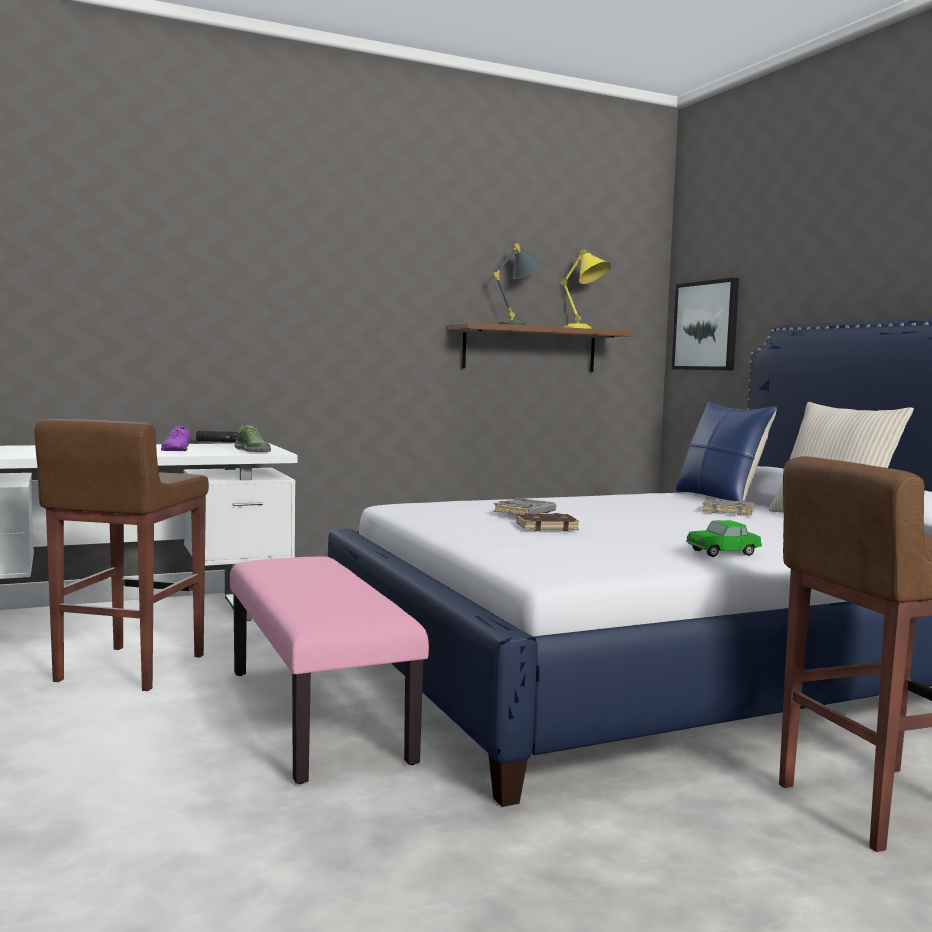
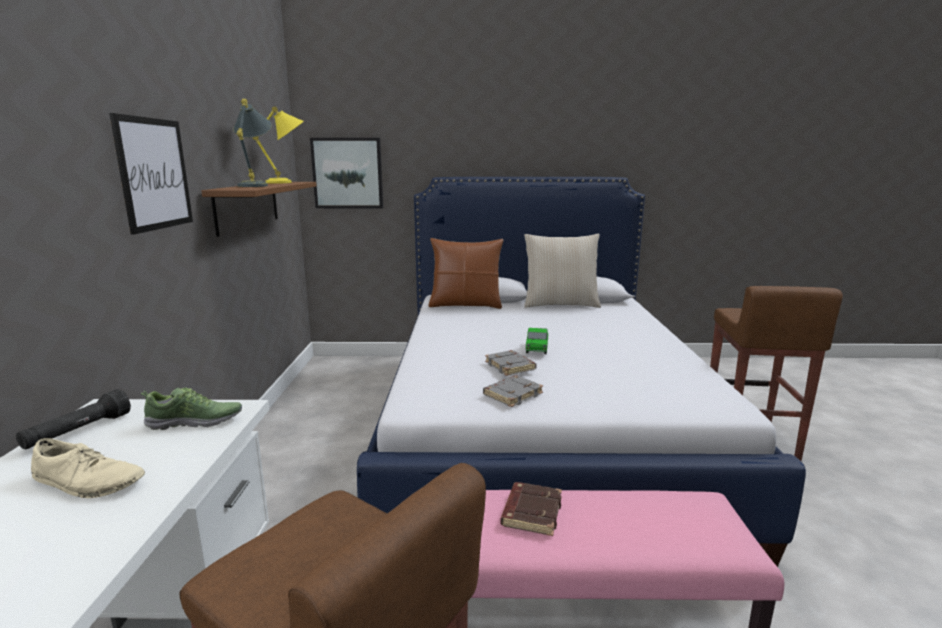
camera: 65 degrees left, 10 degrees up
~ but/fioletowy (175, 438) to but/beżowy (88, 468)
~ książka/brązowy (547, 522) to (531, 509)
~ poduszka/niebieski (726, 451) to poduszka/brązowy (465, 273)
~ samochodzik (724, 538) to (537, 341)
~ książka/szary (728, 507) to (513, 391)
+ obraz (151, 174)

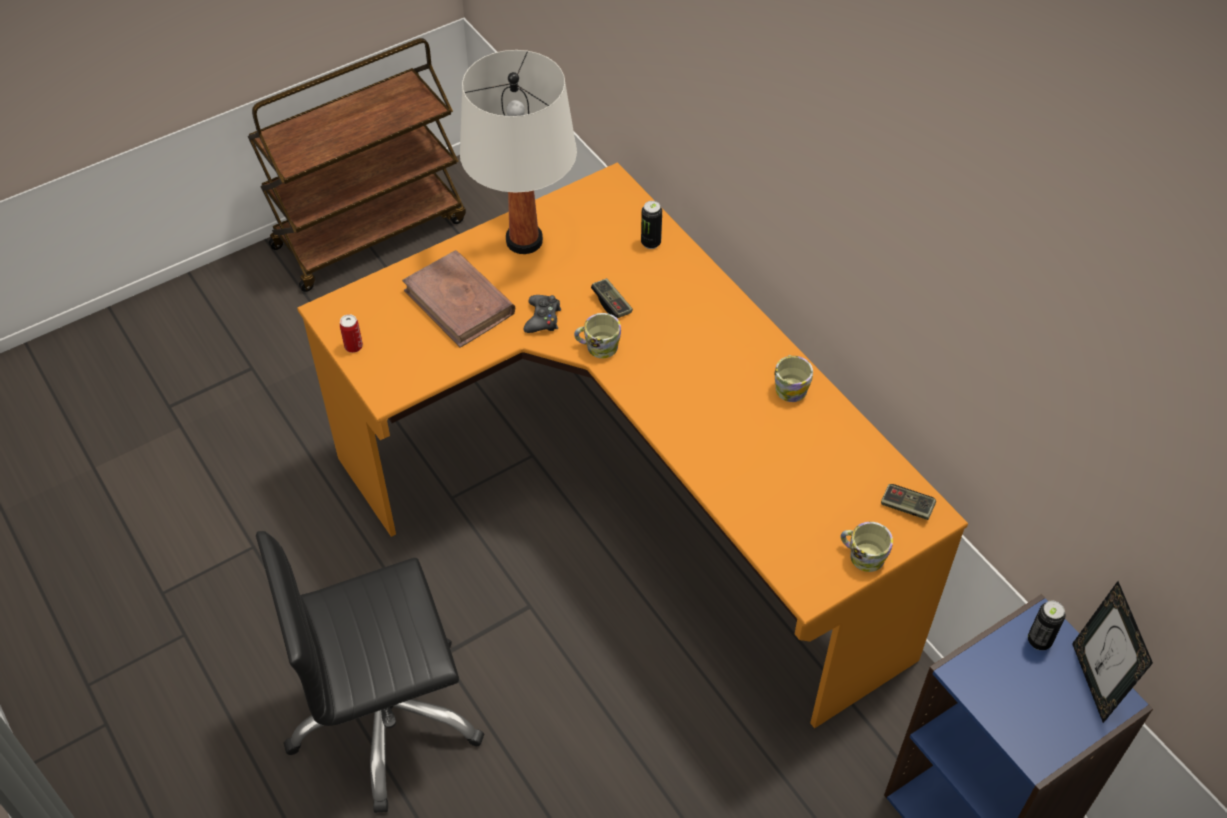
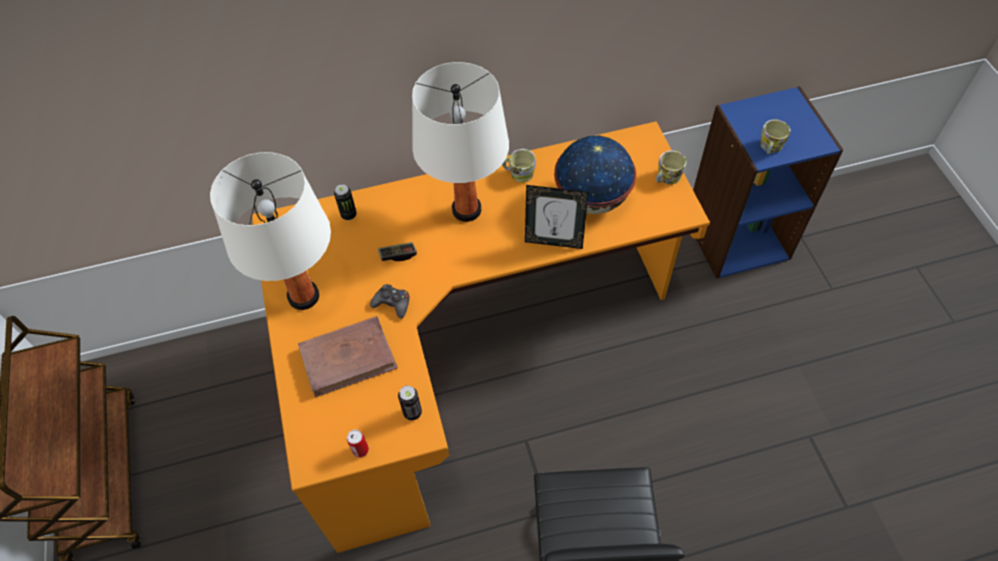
camera: 70 degrees left, 5 degrees up
~ kubek (597, 335) to (775, 136)
- pad do gier (908, 502)
~ puszka (1047, 625) to (410, 403)
~ ramka na zdjęcie (1112, 652) to (557, 217)
+ lampa stołowa/biały (460, 142)
+ globus (595, 174)

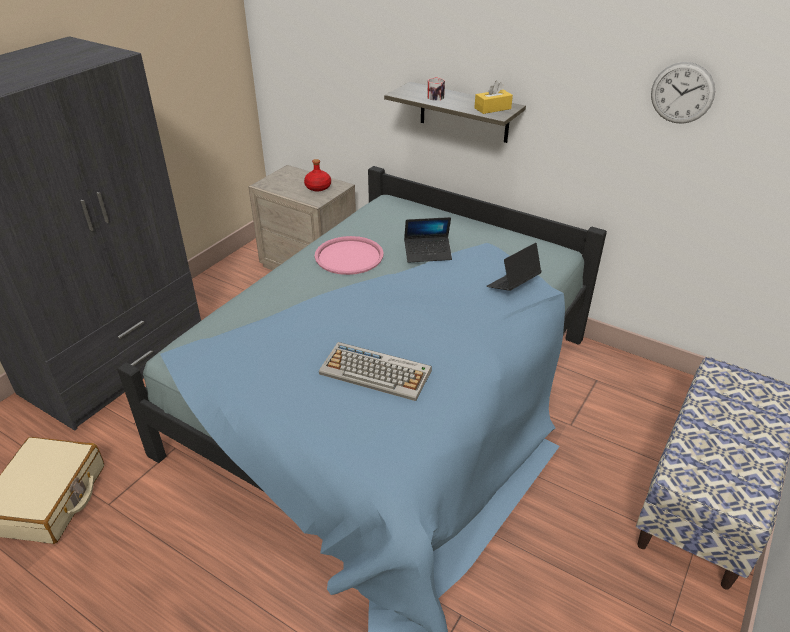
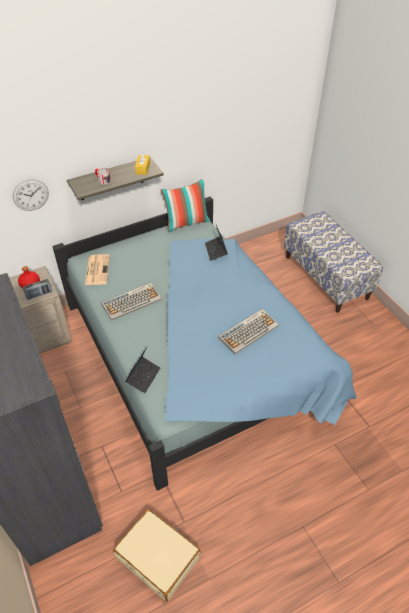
camera: 60 degrees left, 10 degrees up
~ taca/różowy (349, 255) to klawiatura (131, 302)
~ laptop (428, 240) to (142, 370)
~ zegar ścienny (683, 93) to (30, 195)
+ radio (37, 289)
+ gazeta (97, 269)
+ poduszka (185, 205)

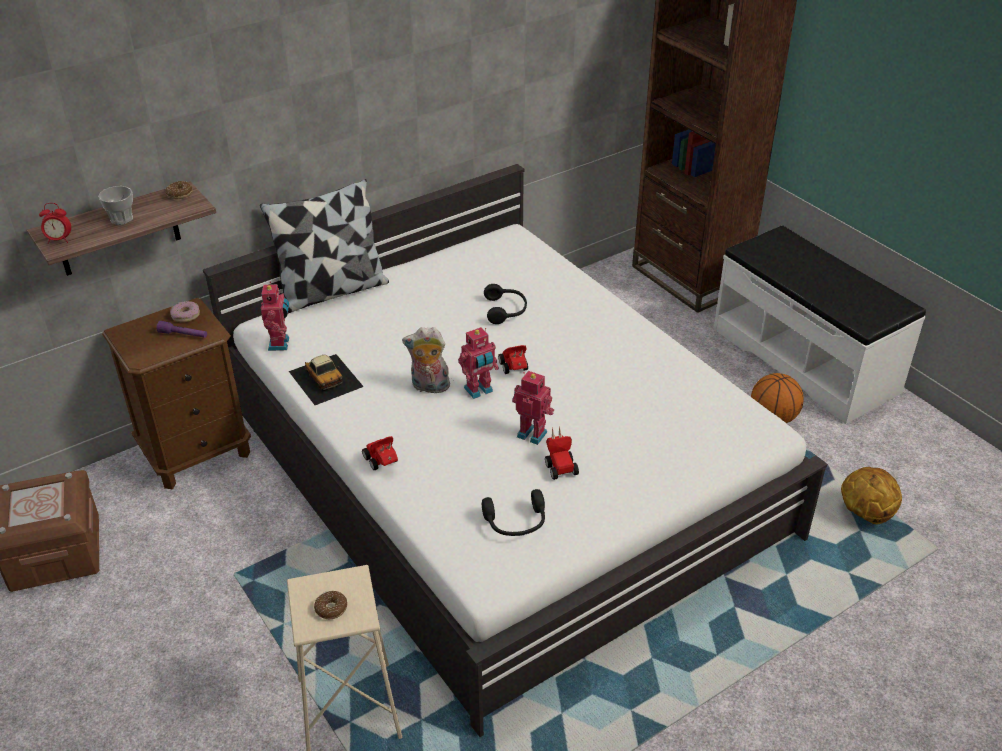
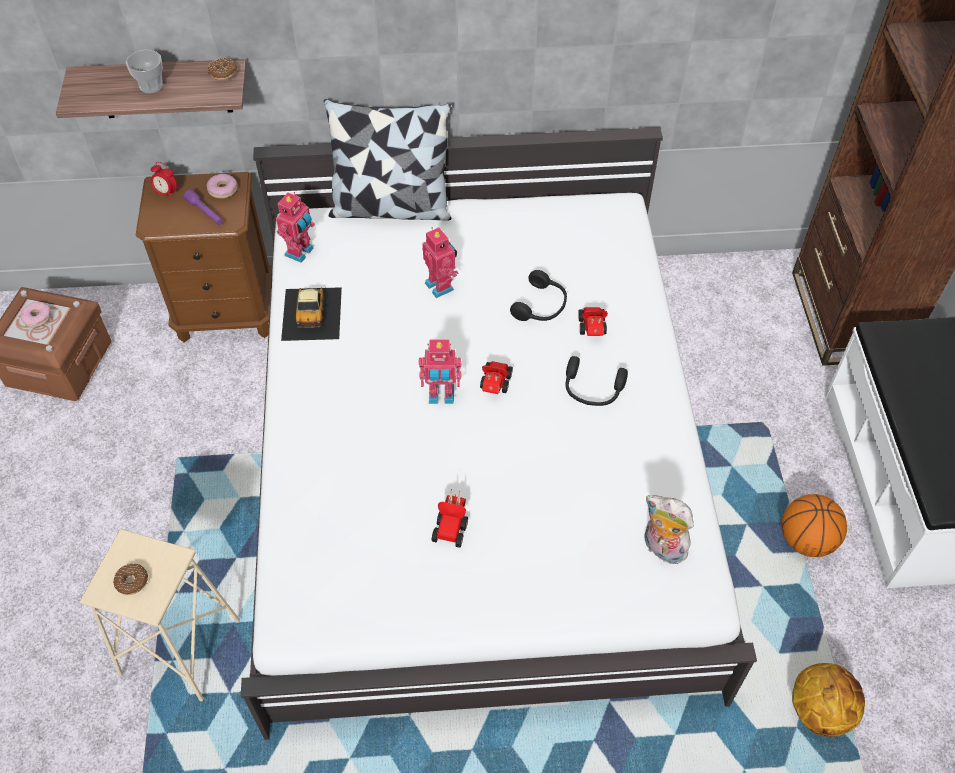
camera: 30 degrees right, 15 degrees up
~ budzik (55, 223) to (164, 181)
~ samochodzik (380, 453) to (593, 321)
~ pluszak (426, 360) to (669, 529)
~ słuchawki/czarny (513, 512) to (596, 381)
~ robot zabawkowy (533, 408) to (440, 262)
+ donut (35, 315)

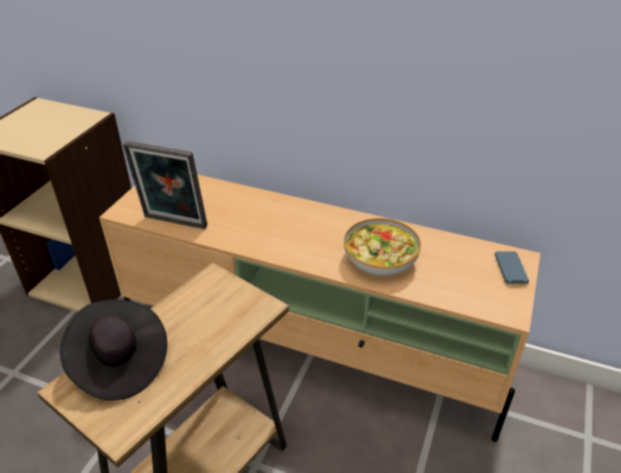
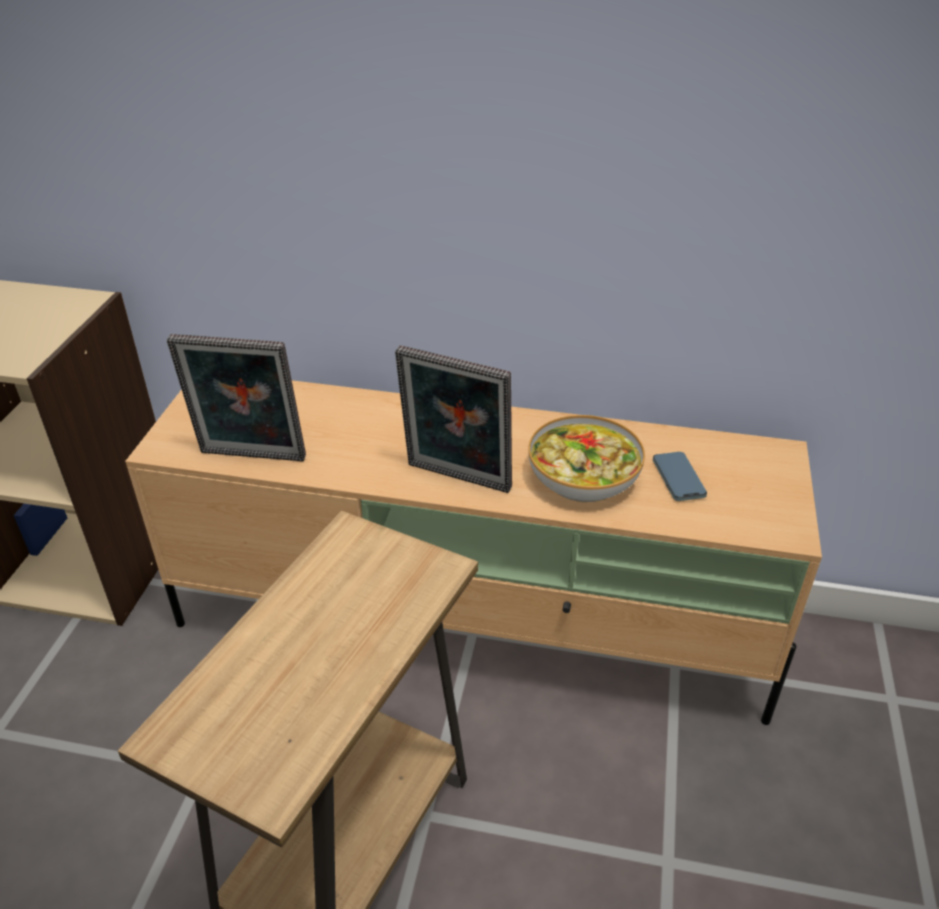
camera: 10 degrees left, 0 degrees up
- kapelusz/czarny (113, 350)
~ telefon (512, 267) to (680, 476)
+ ramka na zdjęcie (453, 419)

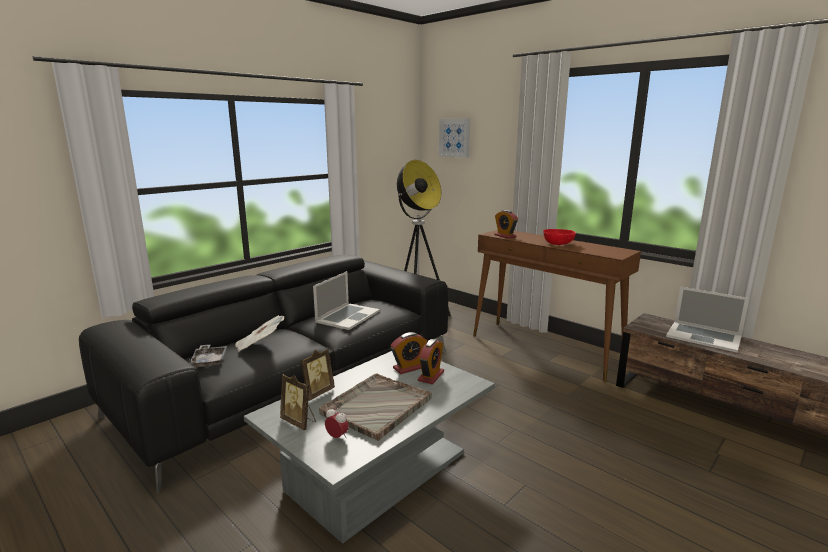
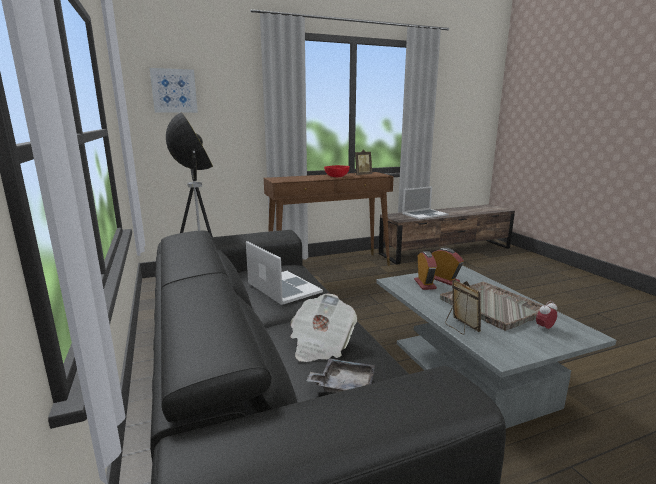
camera: 65 degrees left, 0 degrees up
~ ramka na zdjęcie (298, 402) to (363, 162)
- budzik (506, 224)

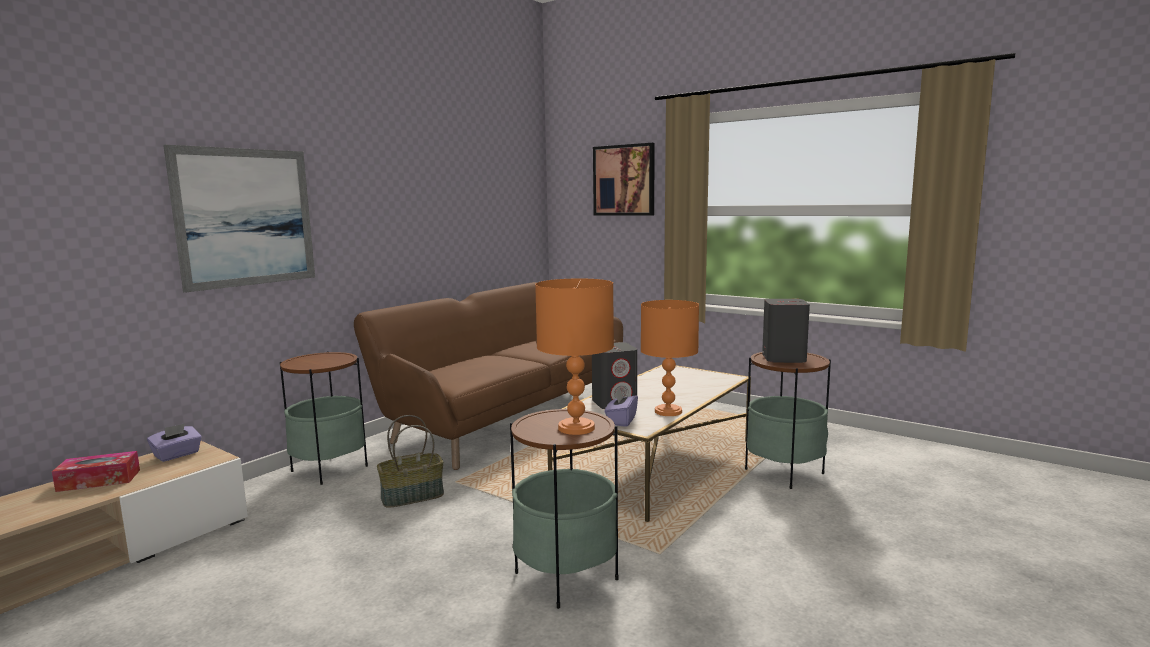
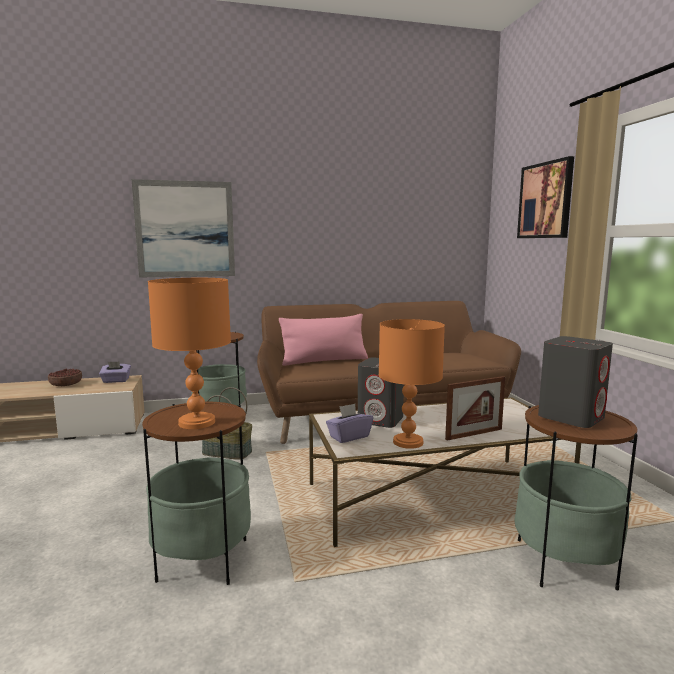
camera: 40 degrees right, 0 degrees up
~ pudełko chusteczek (96, 471) to miska (65, 377)
+ poduszka/różowy (323, 340)
+ ramka na zdjęcie (475, 408)

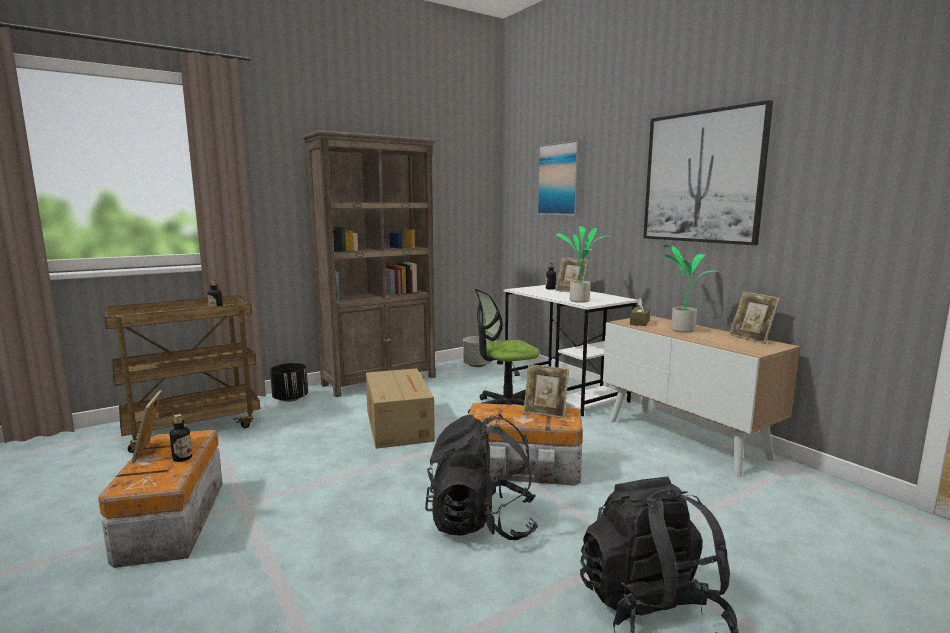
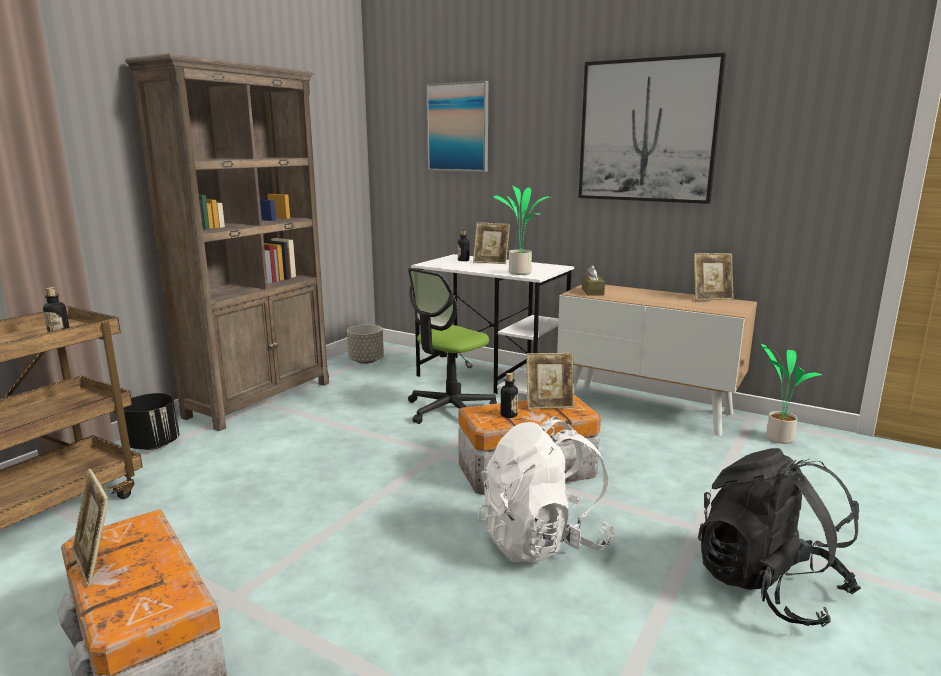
camera: 25 degrees left, 5 degrees up
~ butelka (181, 438) to (509, 395)
- karton (400, 408)
~ plecak/czarny (481, 477) to plecak/biały (546, 489)
~ roślina doniczkowa (691, 289) to (791, 394)
~ ramka na zdjęcie (754, 317) = (714, 277) 45 degrees counterclockwise

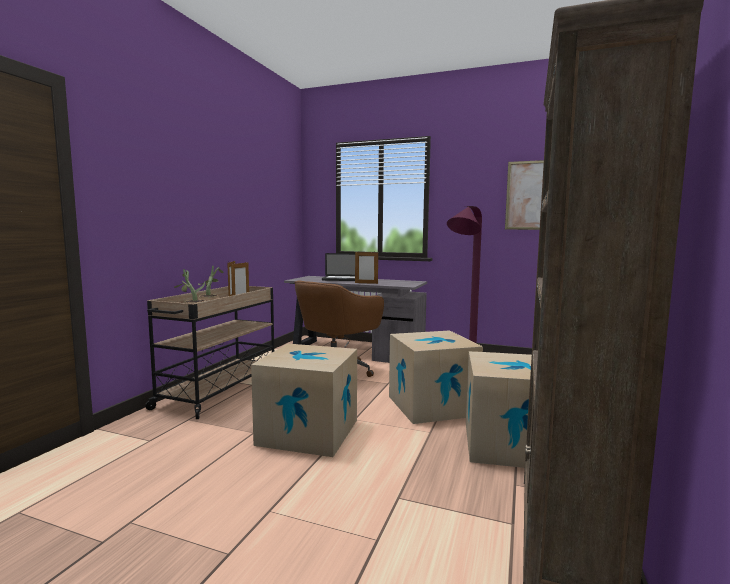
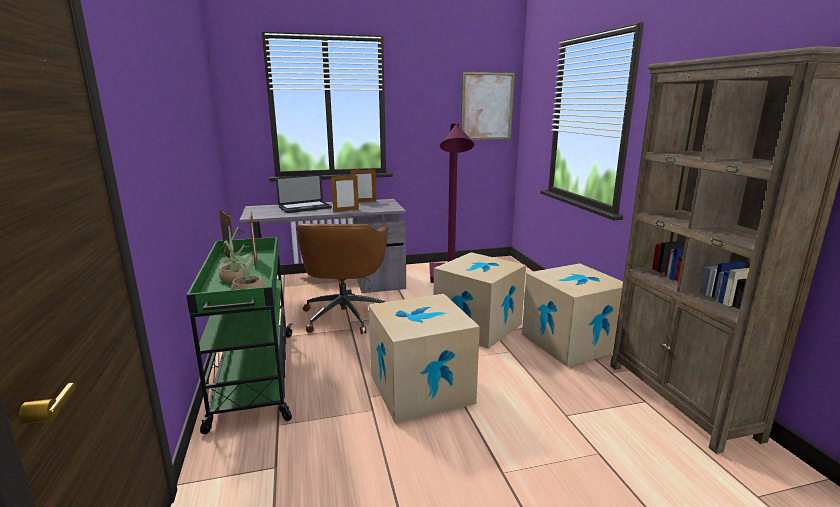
camera: 35 degrees left, 10 degrees up
~ wózek/beżowy (209, 352) to wózek/zielony (239, 335)
+ ramka na zdjęcie (363, 185)

